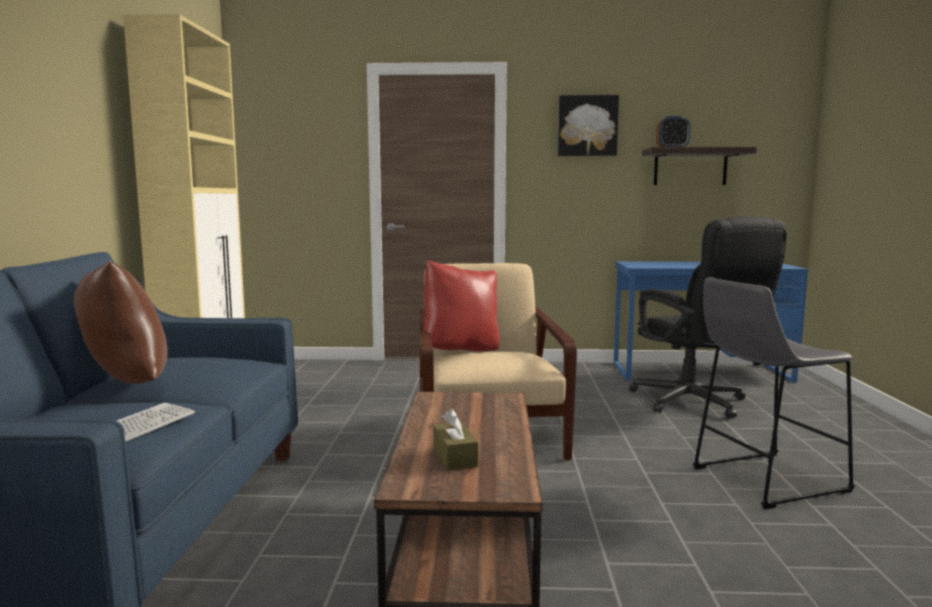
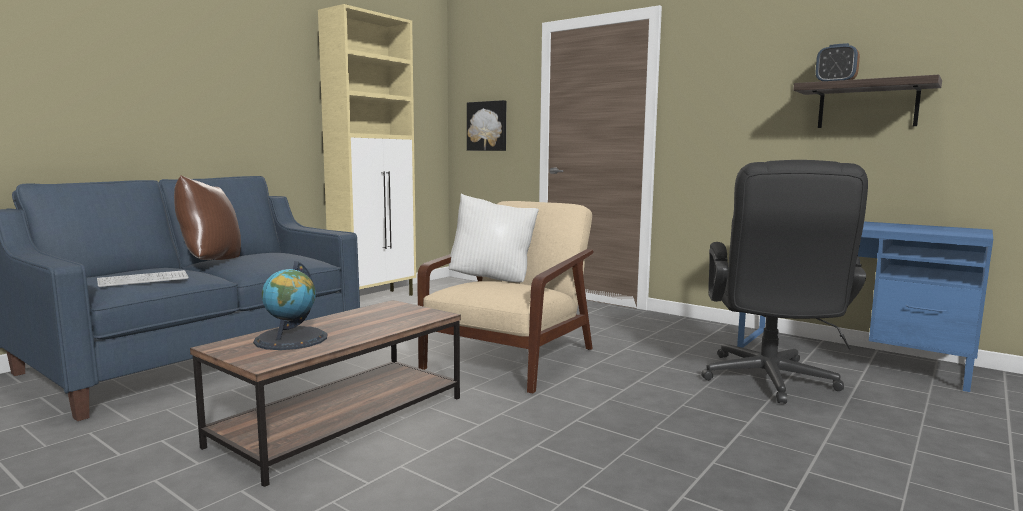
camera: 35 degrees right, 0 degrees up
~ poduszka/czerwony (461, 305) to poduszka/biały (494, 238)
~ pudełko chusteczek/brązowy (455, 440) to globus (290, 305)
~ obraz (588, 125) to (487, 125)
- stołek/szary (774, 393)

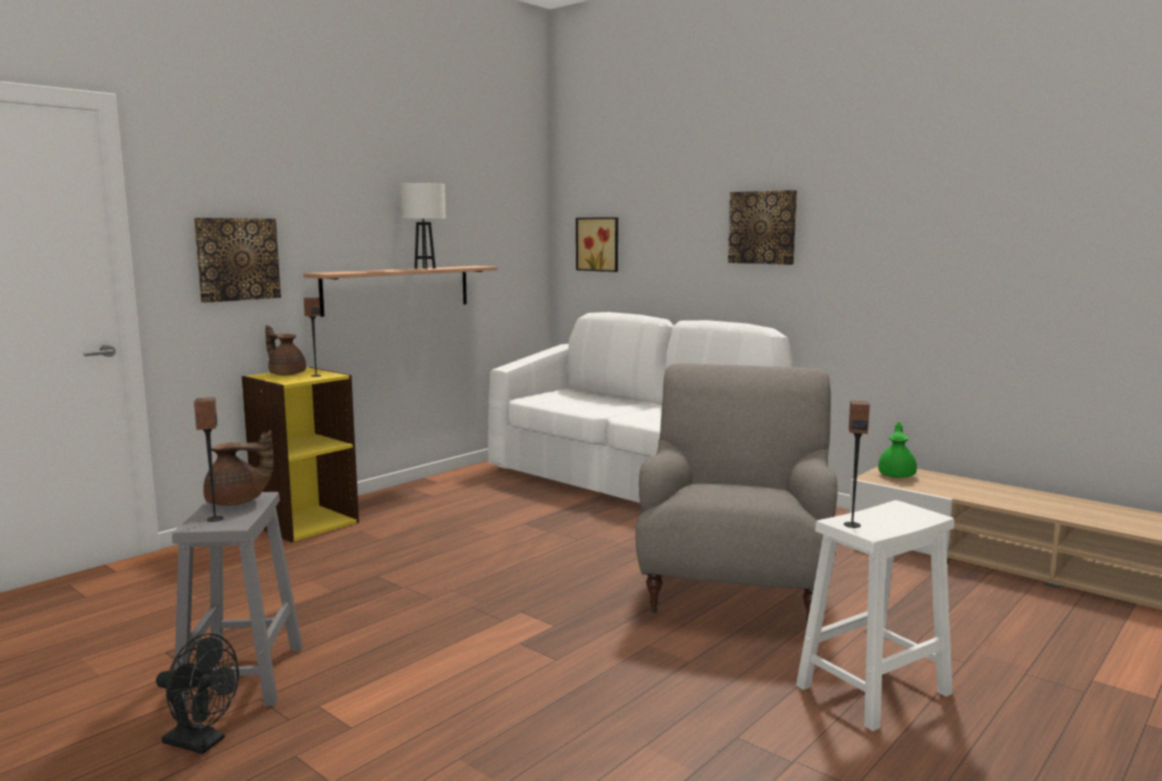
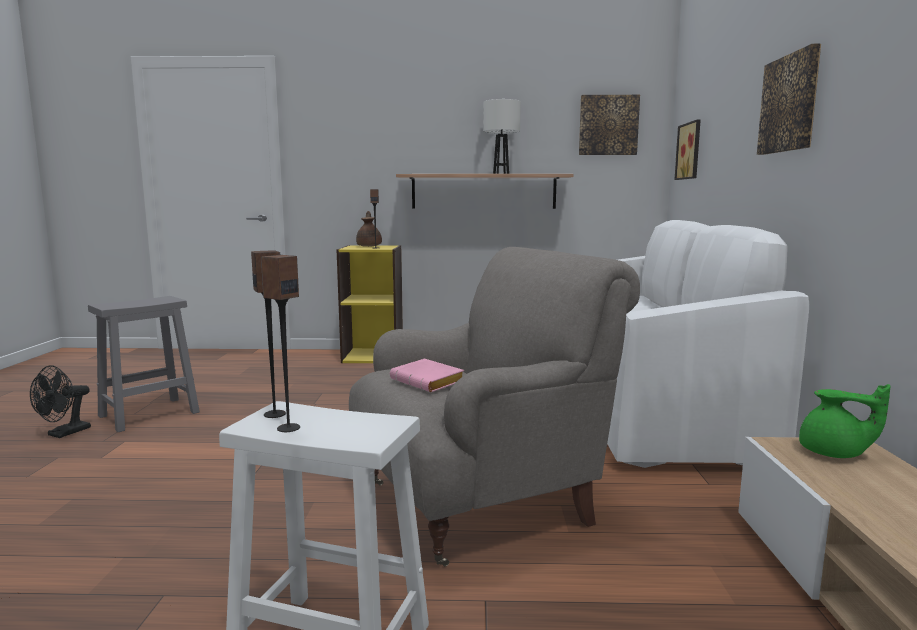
camera: 50 degrees right, 0 degrees up
~ wentylator/czarny (197, 693) = (60, 402) 45 degrees clockwise
~ obraz (237, 260) to (609, 125)
~ głośnik (209, 459) to (280, 343)
- imbryk/brązowy (238, 468)
~ imbryk/zielony (897, 450) = (844, 421) 45 degrees clockwise
+ książka/różowy (427, 375)

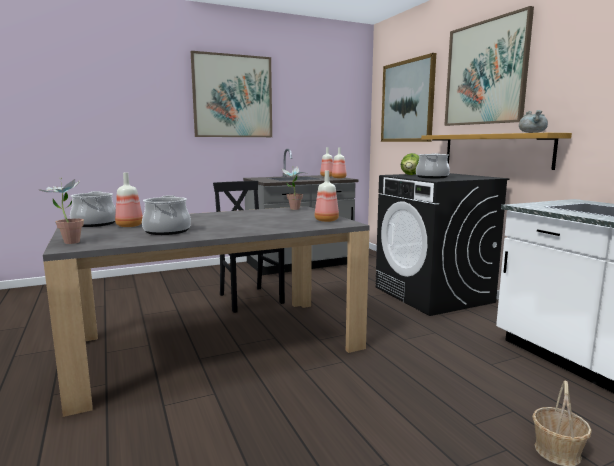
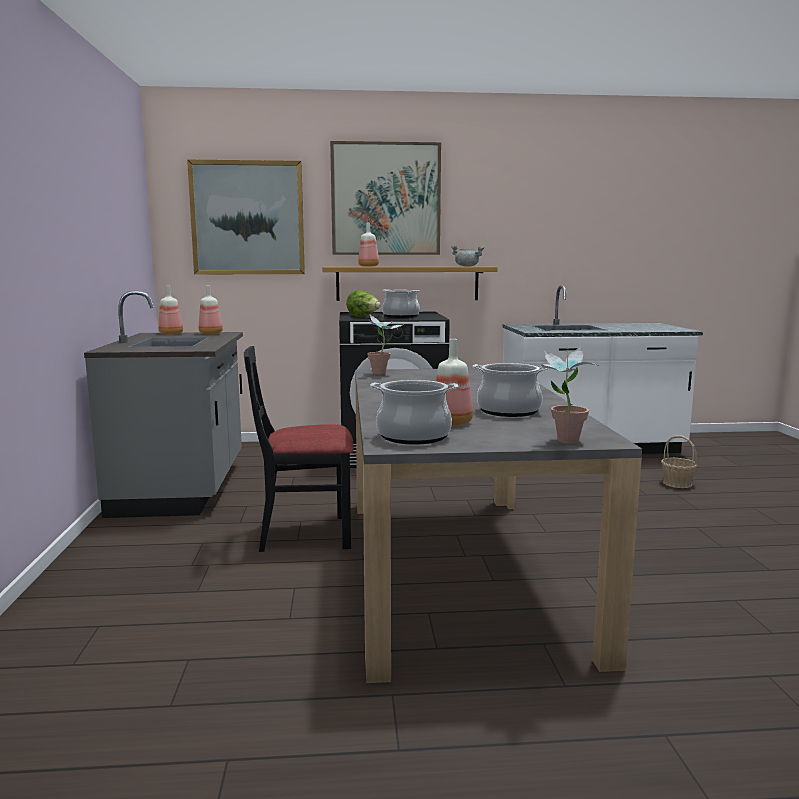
camera: 70 degrees left, 0 degrees up
- obraz (231, 94)
~ butelka (327, 196) to (368, 245)

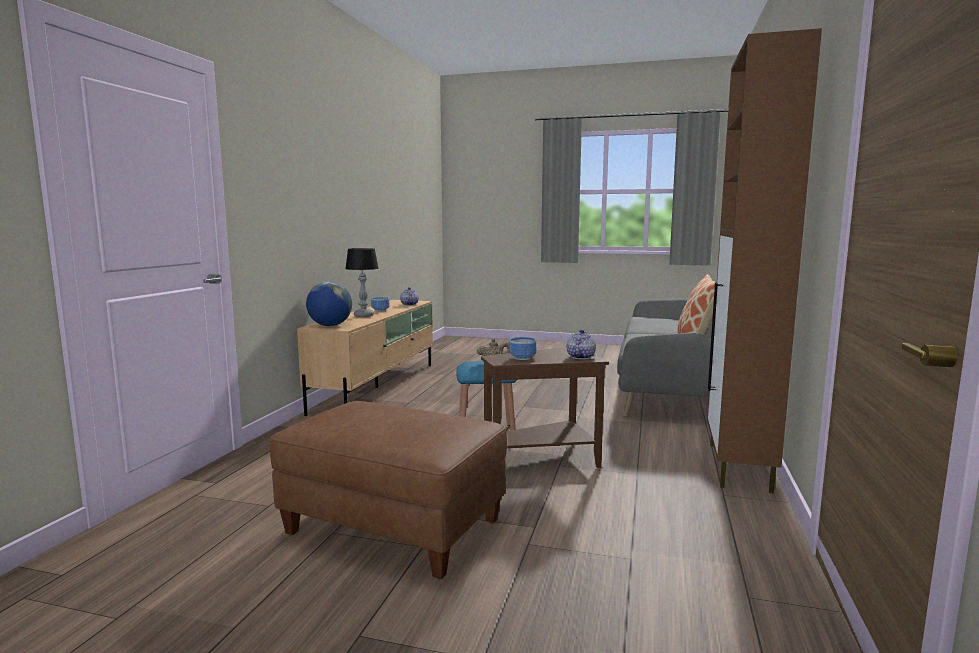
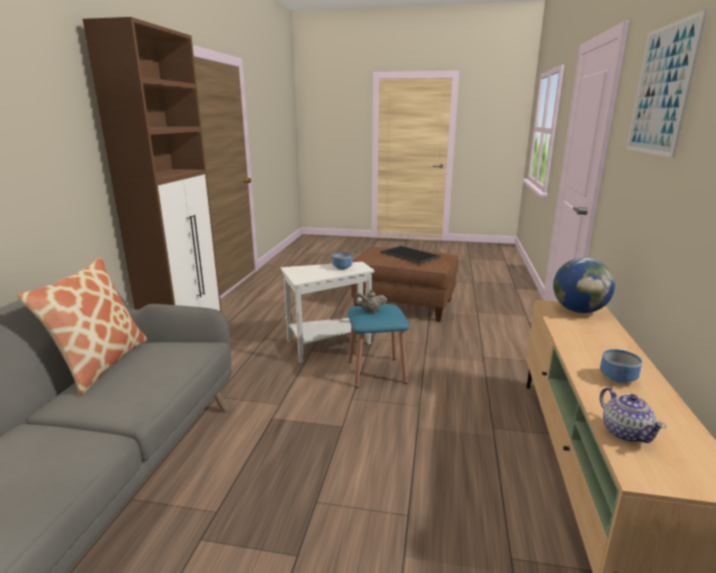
camera: 175 degrees right, 10 degrees up
- lampa stołowa (362, 282)
~ stolik/brązowy (545, 407) to stolik/biały (327, 312)
- imbryk (581, 344)
+ taca (410, 255)
+ obraz (667, 83)

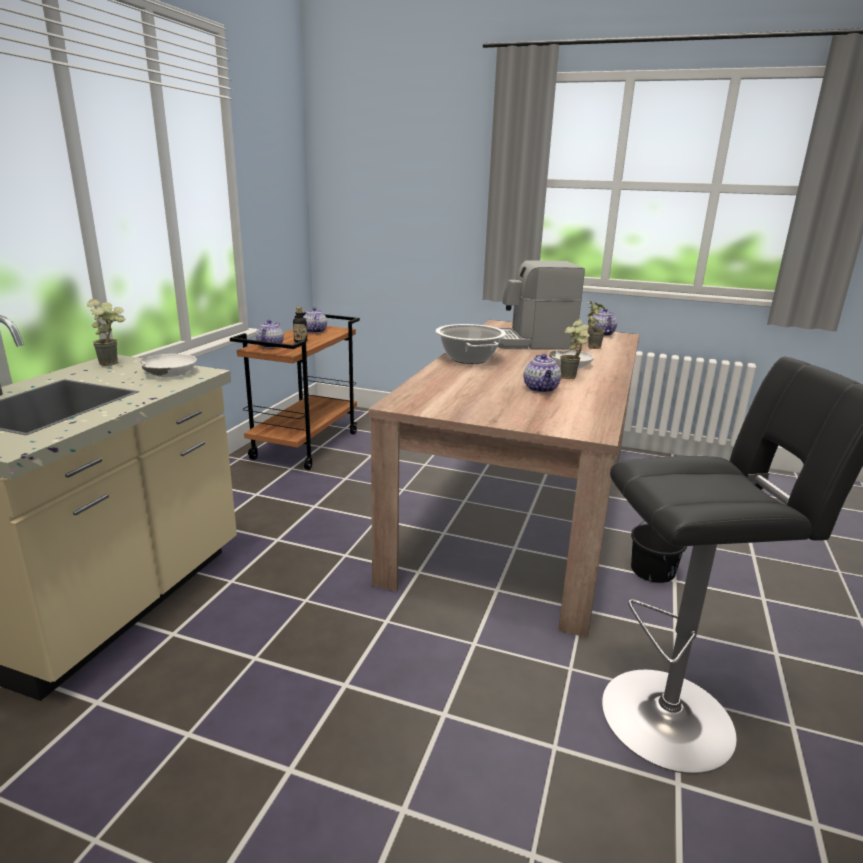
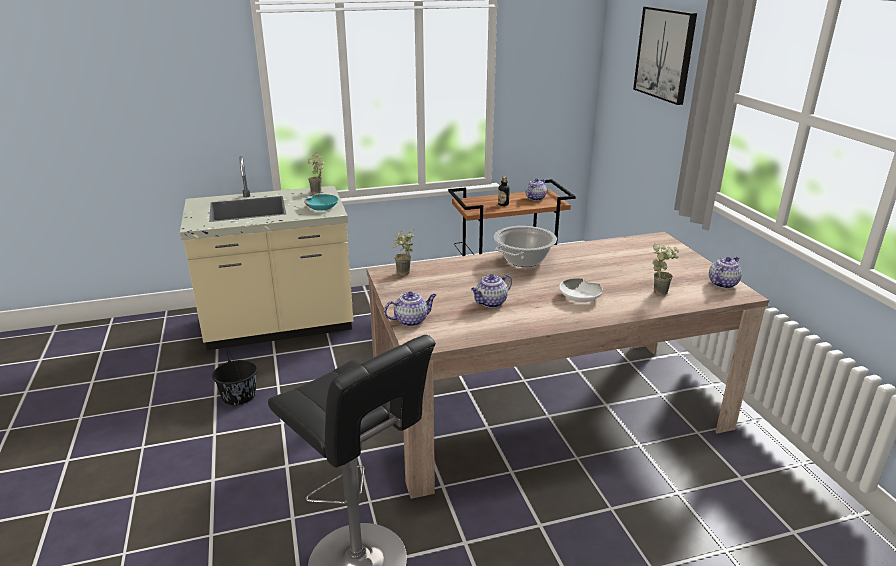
camera: 55 degrees right, 5 degrees up
~ miska/biały (169, 365) to miska/turkusowy (321, 202)
~ imbryk (270, 334) to (410, 309)
- ekspres do kawy (541, 305)
~ roślina doniczkowa (575, 349) to (404, 252)
~ wiadro/czarny (659, 552) to (235, 378)
+ obraz (665, 55)

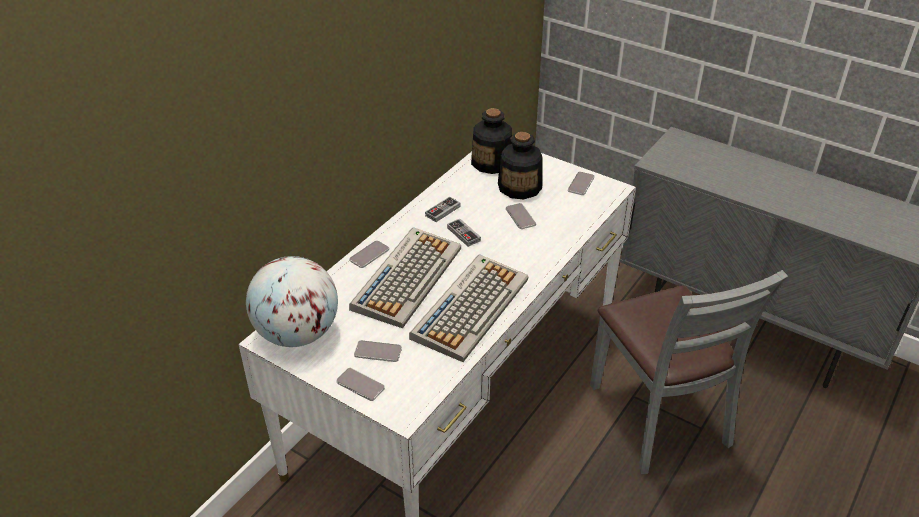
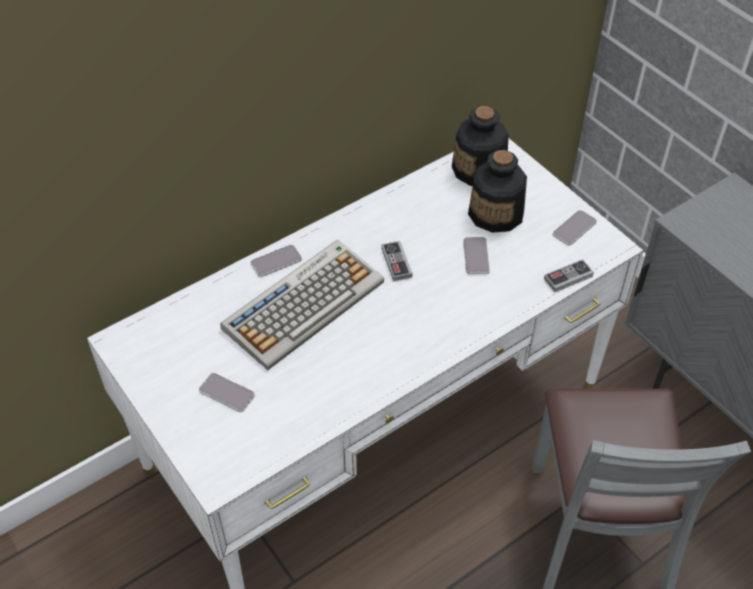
camera: 20 degrees right, 10 degrees up
- globus (292, 301)
- telefon (360, 384)
- klawiatura (469, 308)
~ pad do gier (442, 209) to (569, 275)

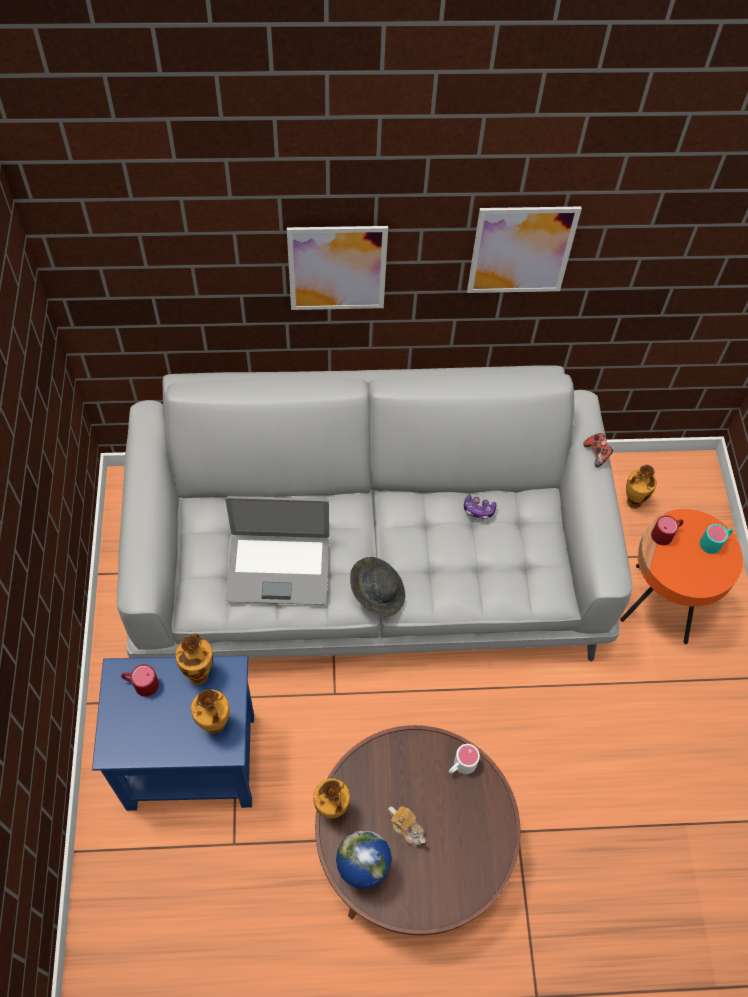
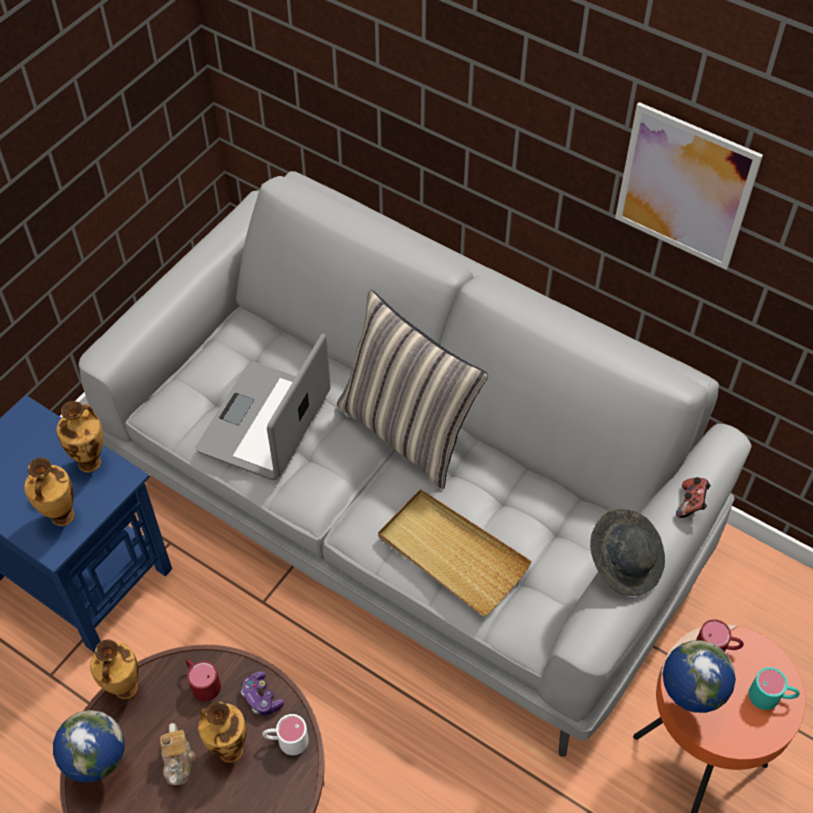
camera: 40 degrees right, 5 degrees down
~ kubek/czerwony (140, 680) to (203, 680)
~ laptop (277, 550) = (263, 406) 75 degrees clockwise
- obraz (337, 268)
~ kapelusz/szary (377, 587) to (627, 552)
~ pad do gier (480, 507) to (262, 693)
~ wazon (641, 487) to (222, 732)
+ poduszka (412, 389)
+ taca/beżowy (455, 552)
+ globus (699, 676)

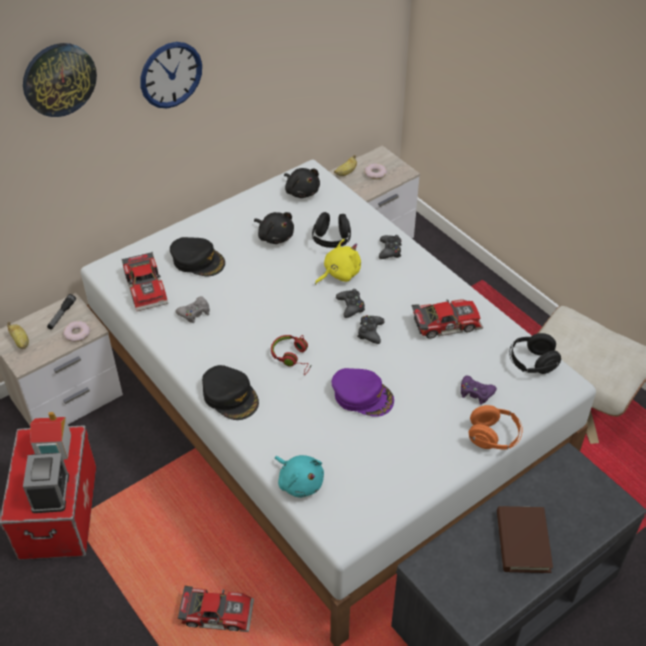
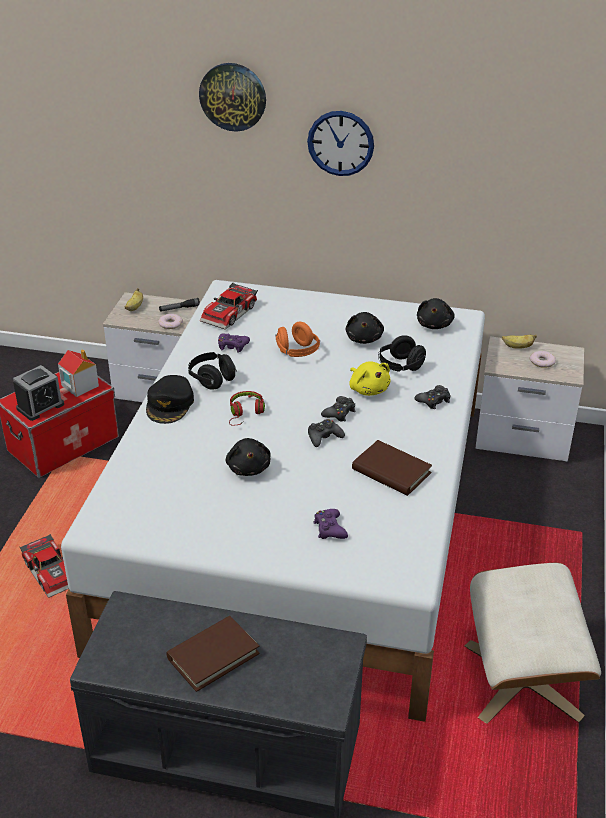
camera: 50 degrees right, 10 degrees down
- czapka z daszkiem/czarny (197, 256)
~ pad do gier/szary (192, 309) to pad do gier/fioletowy (234, 342)
- pluszak/turkusowy (299, 476)
~ pluszak/żółty (338, 261) = (370, 378) 45 degrees clockwise
~ czapka z daszkiem/fioletowy (363, 392) to pluszak/czarny (248, 457)
~ samochodzik (447, 319) to książka/brązowy (392, 468)
~ słuchawki/pomarańczowy (496, 427) to (297, 339)
~ słuchawki/czarny (535, 353) to (212, 371)

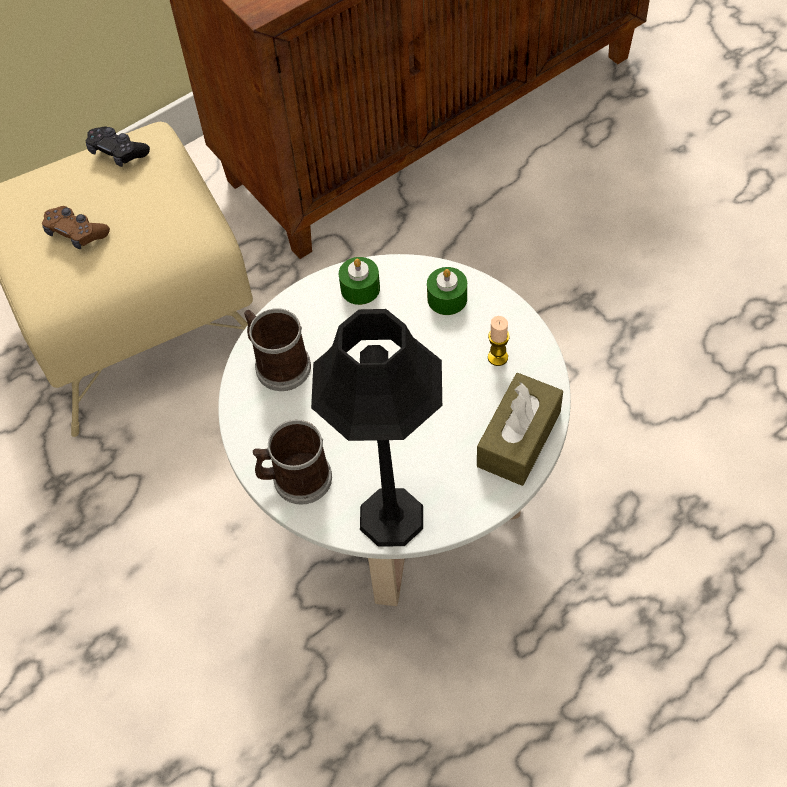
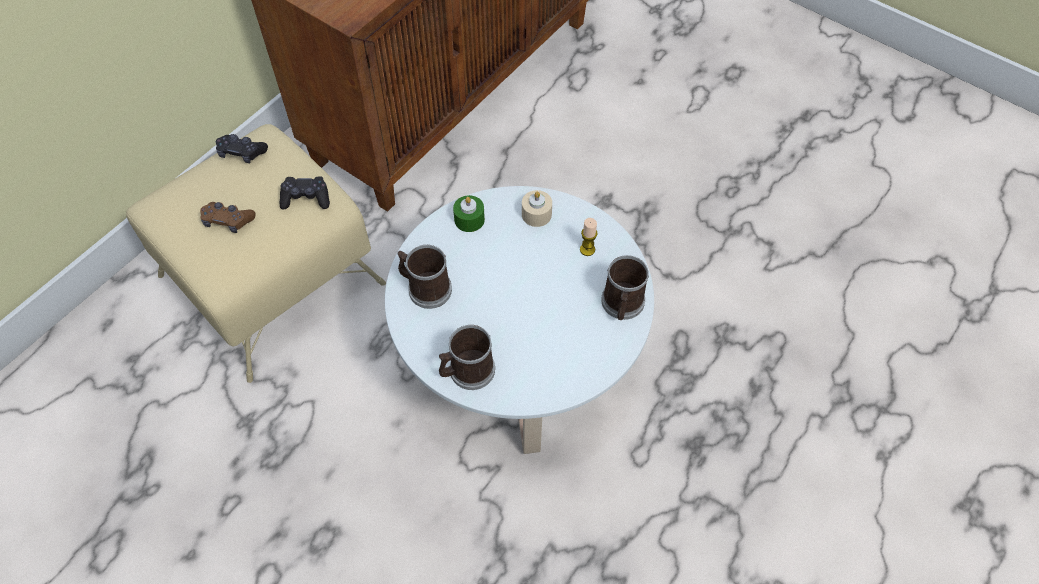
camera: 20 degrees left, 0 degrees up
- lampa stołowa/czarny (376, 428)
~ świeca/zielony (447, 291) to świeca/beżowy (537, 208)
~ pudełko chusteczek/brązowy (520, 429) to kubek (625, 287)
+ pad do gier/czarny (305, 192)

